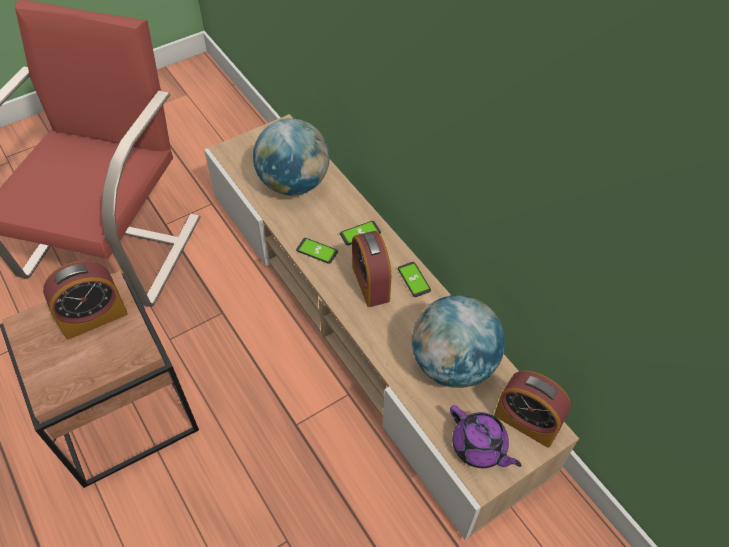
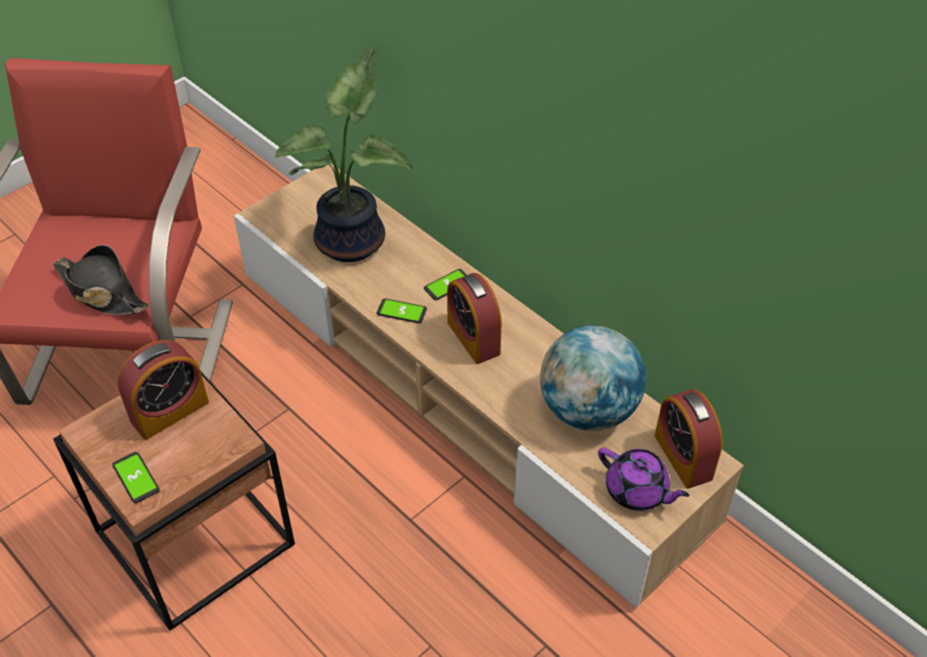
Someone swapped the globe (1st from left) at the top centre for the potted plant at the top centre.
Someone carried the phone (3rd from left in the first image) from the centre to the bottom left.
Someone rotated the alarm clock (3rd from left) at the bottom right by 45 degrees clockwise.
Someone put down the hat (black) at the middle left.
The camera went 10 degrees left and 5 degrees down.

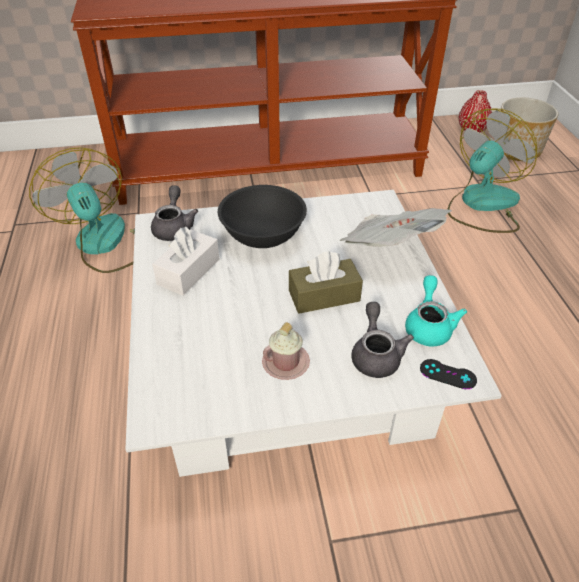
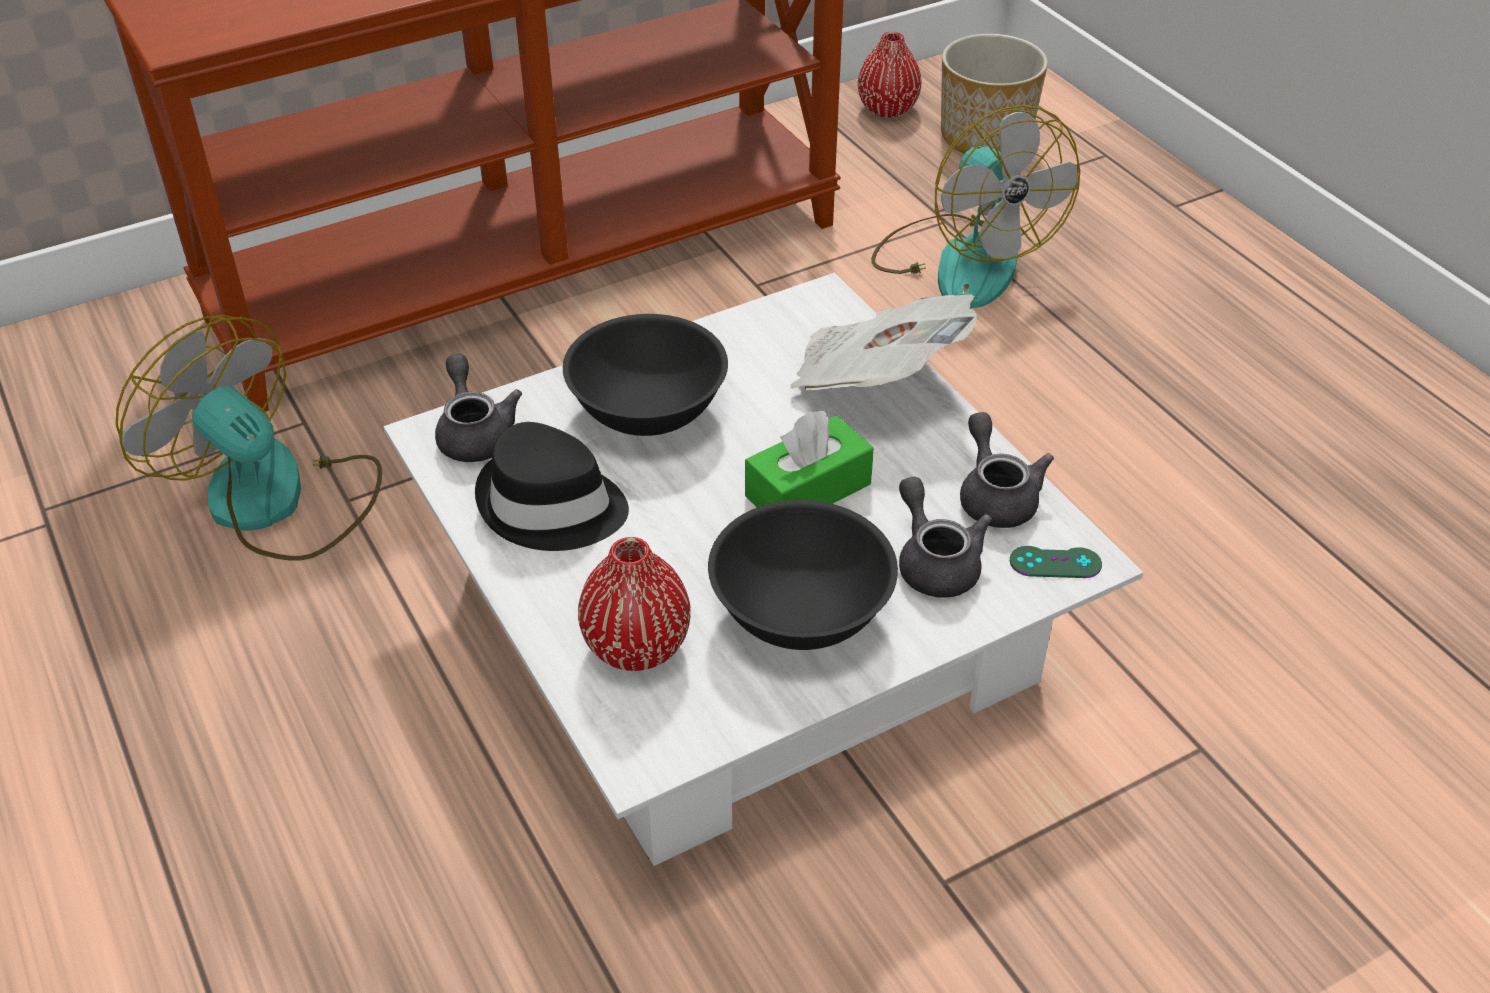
Someone swapped the tissue box (white) at the middle left for the hat (black) at the centre.
Someone swapped the mug (pink) at the centre for the bowl (black) (2nd from left) at the centre.
Someone repainted the tissue box (brown) at the centre, which became the tissue box (green) at the centre.
Someone repainted the teapot (turquoise) at the middle right, which became the teapot (grey) (3rd from left) at the middle right.
Someone repainted the game controller (black) at the middle right, which became the game controller (green) at the middle right.
Someone rotated the fan (2nd from left) at the top right by 135 degrees clockwise.
Someone put down the vase (red) (1st from left) at the centre.
The camera went 20 degrees left and 0 degrees up.

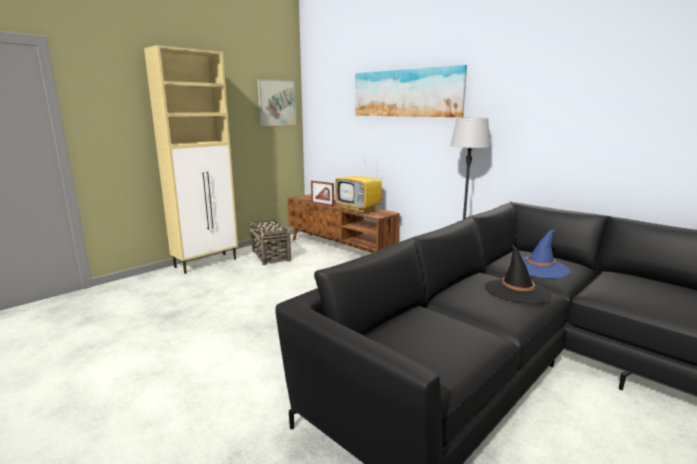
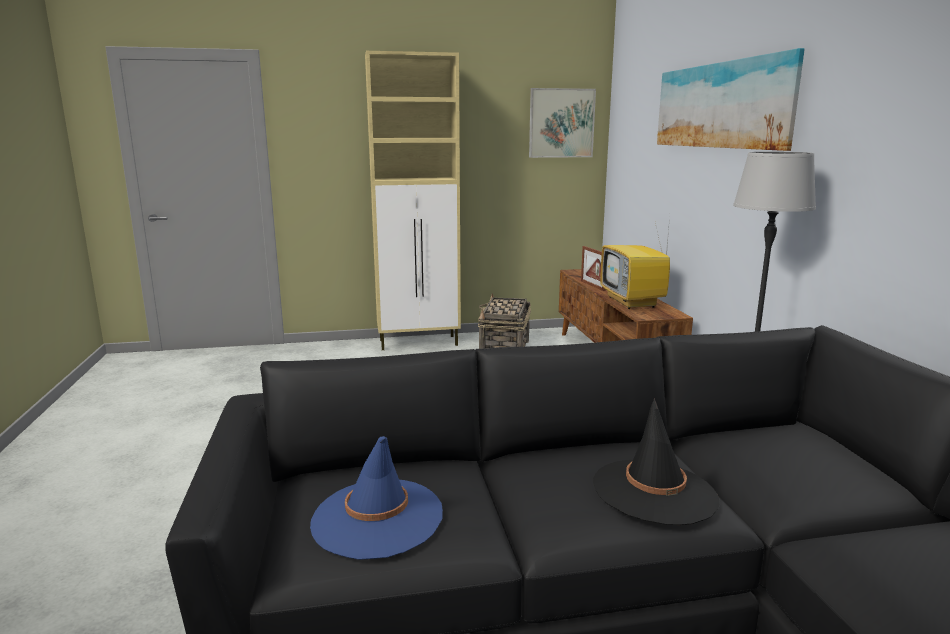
Someone carried the hat (blue) from the middle right to the bottom centre.
The camera went 35 degrees right and 0 degrees up.

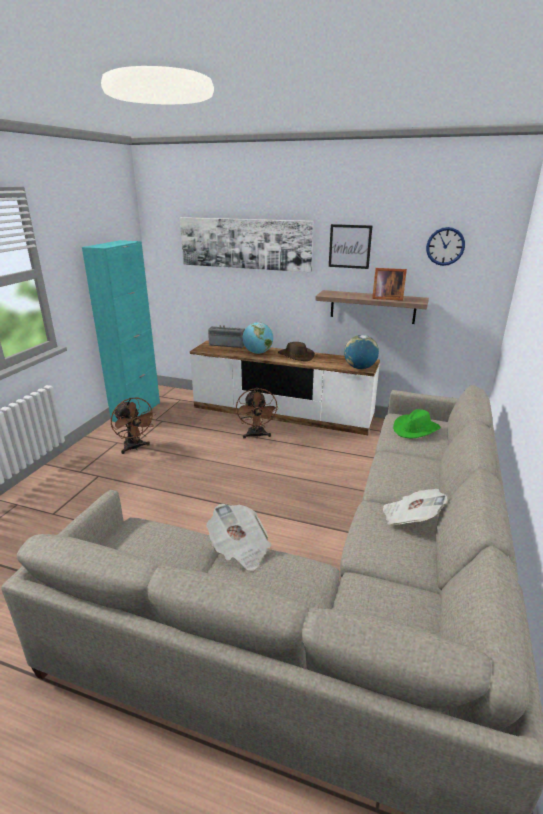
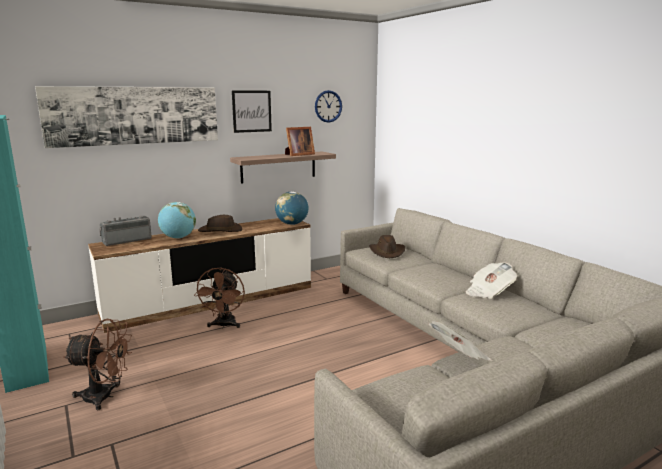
Someone rotated the fan (brown) (2nd from left) at the centre by 60 degrees clockwise.
Someone repainted the hat (green) at the middle right, which became the hat (brown) (2nd from left) at the centre.
The camera went 50 degrees left and 10 degrees down.

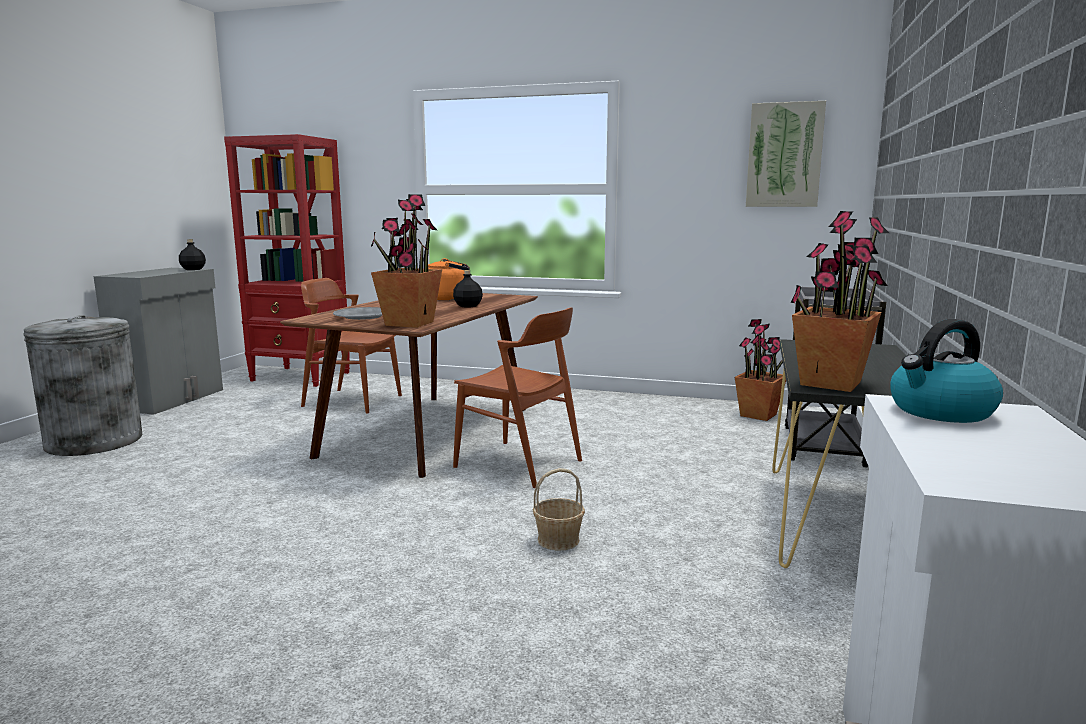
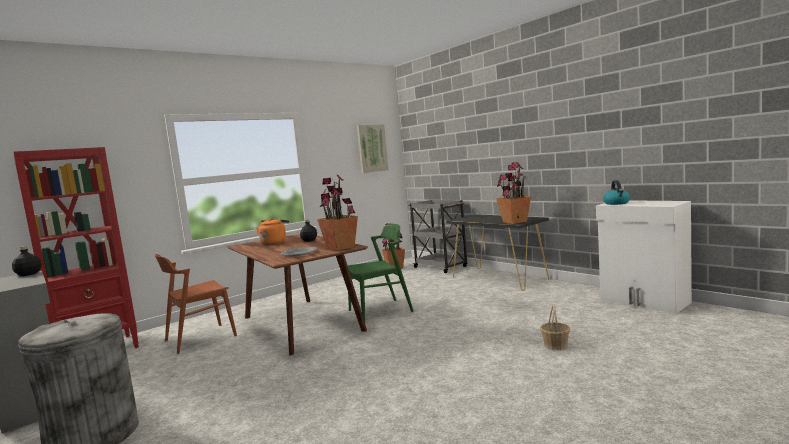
Someone repainted the chair (brown) (2nd from left) at the centre, which became the chair (green) at the centre.
Someone carried the basket from the bottom centre to the bottom right.
The camera went 55 degrees left and 5 degrees down.

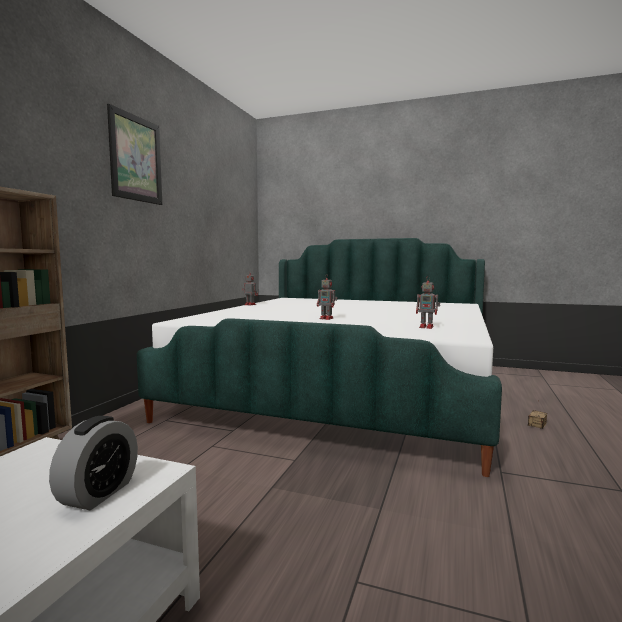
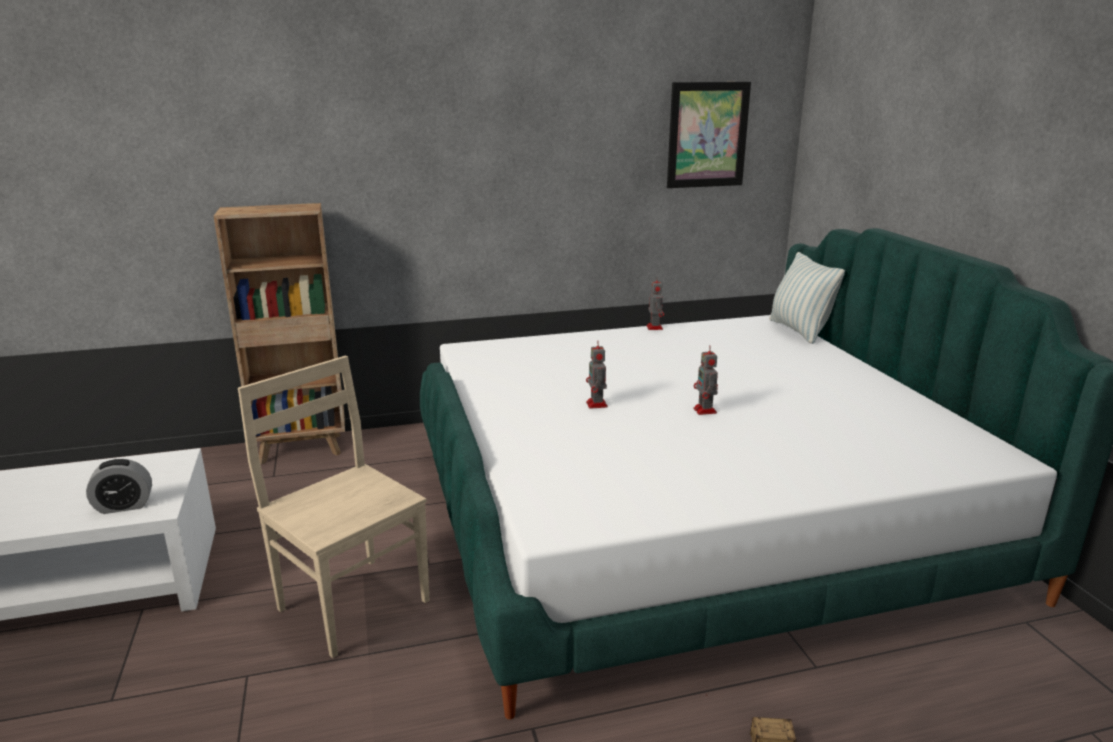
Someone carried the picture from the top left to the top centre.
Someone carried the toy robot (3rd from left) from the middle right to the centre.
Someone put down the chair (beige) at the bottom left.
Someone put down the pillow at the middle right.
The camera went 55 degrees right and 15 degrees up.

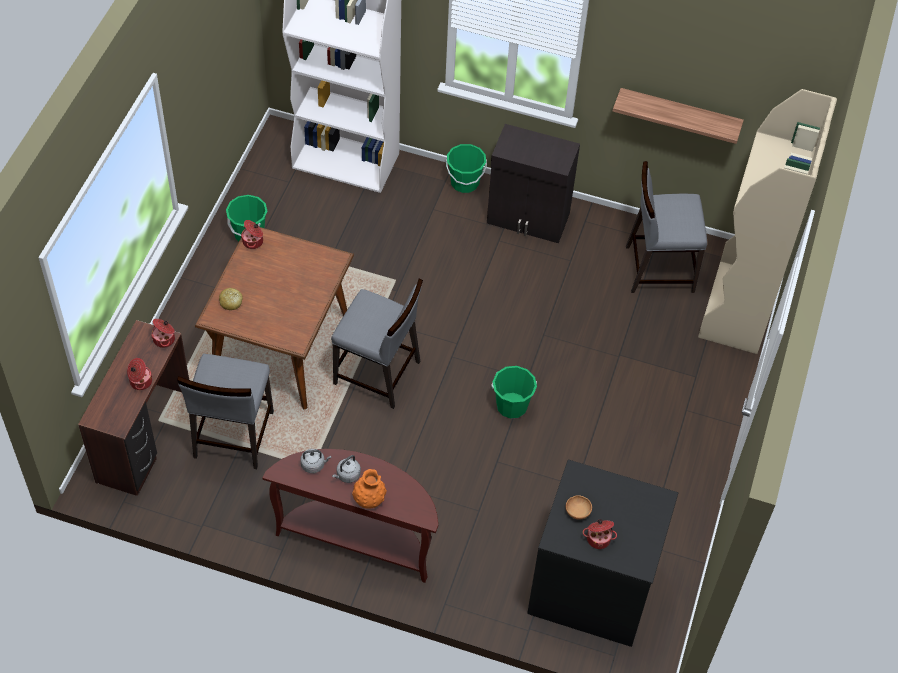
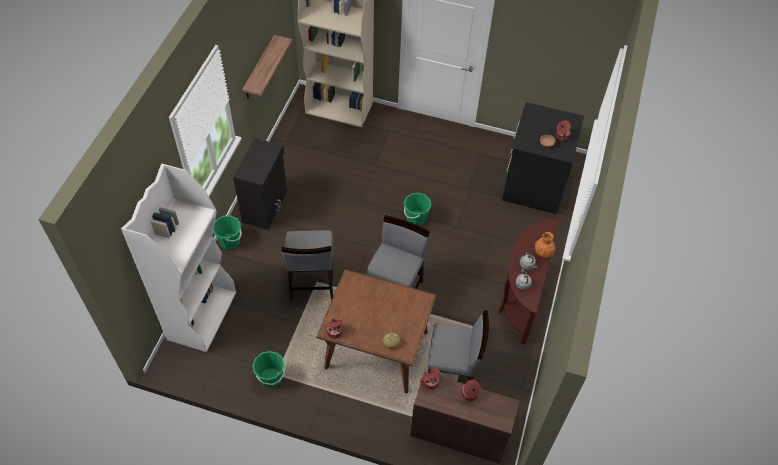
Someone carried the chair (grey) (3rd from left in the first image) from the middle right to the centre.
The camera went 90 degrees left and 0 degrees up.

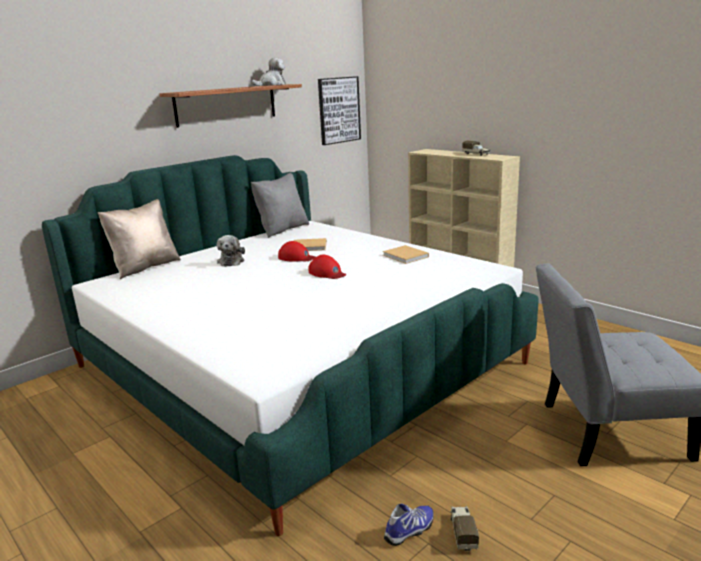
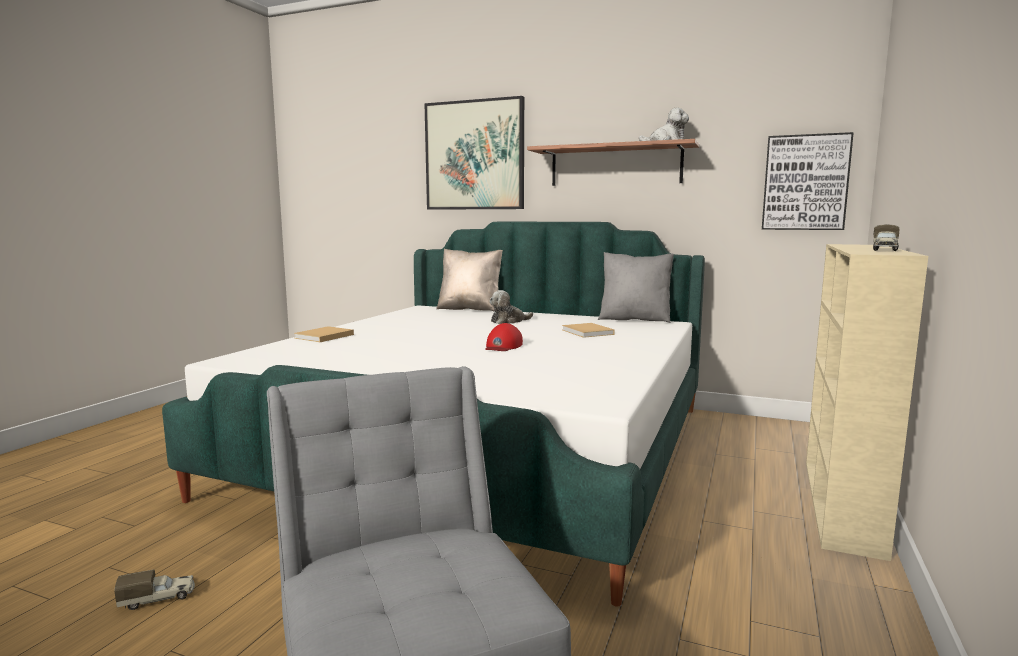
Someone took away the cap (red) (1st from left) at the centre.
Someone carried the book (beige) (2nd from left in the first image) from the centre to the middle left.
Someone took away the shoe at the bottom centre.
Someone put up the picture (1st from left) at the top centre.
The camera went 65 degrees right and 10 degrees down.

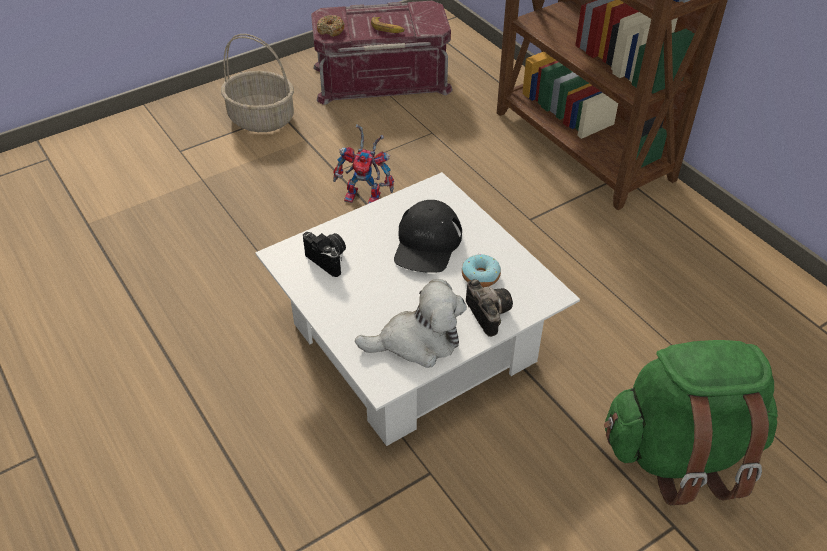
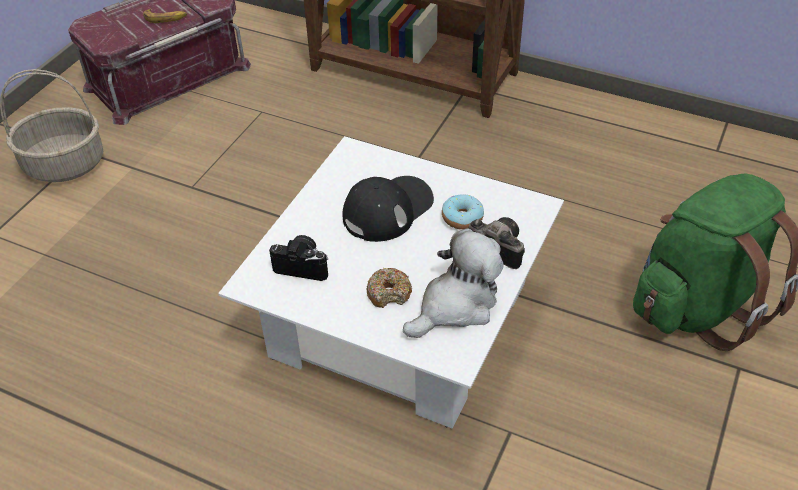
Someone carried the donut (1st from left) from the top centre to the centre.
Someone took away the toy robot at the top centre.
Someone rotated the cap (black) at the centre by 120 degrees counterclockwise.
The camera went 30 degrees left and 0 degrees up.

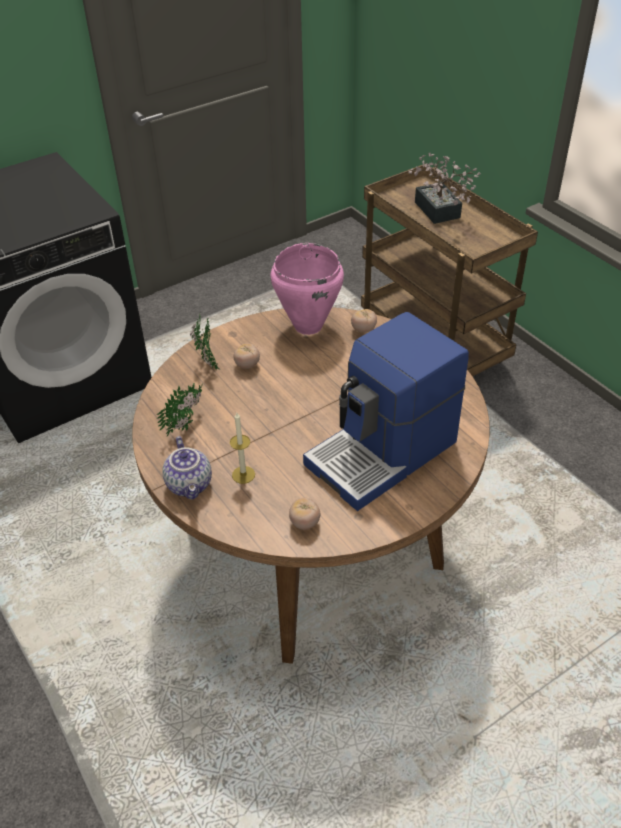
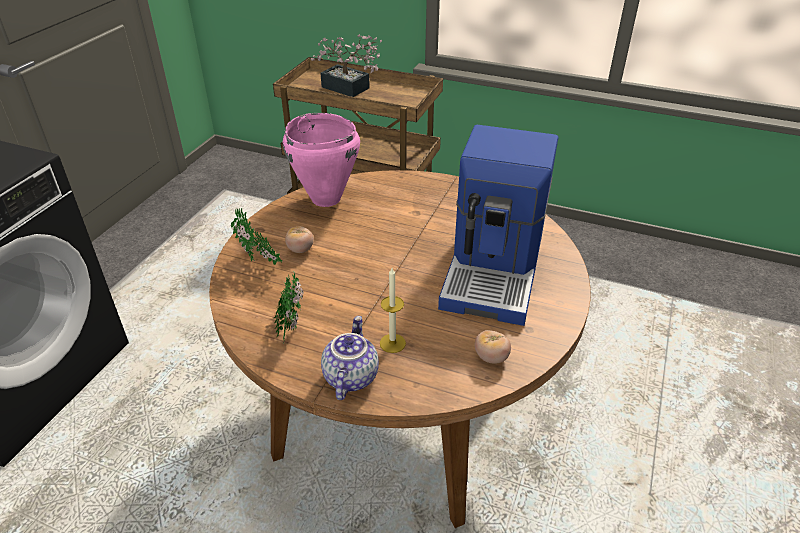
Someone rotated the teapot at the middle left by 120 degrees counterclockwise.
Someone took away the tomato (3rd from left) at the centre.
The camera went 35 degrees left and 5 degrees down.

